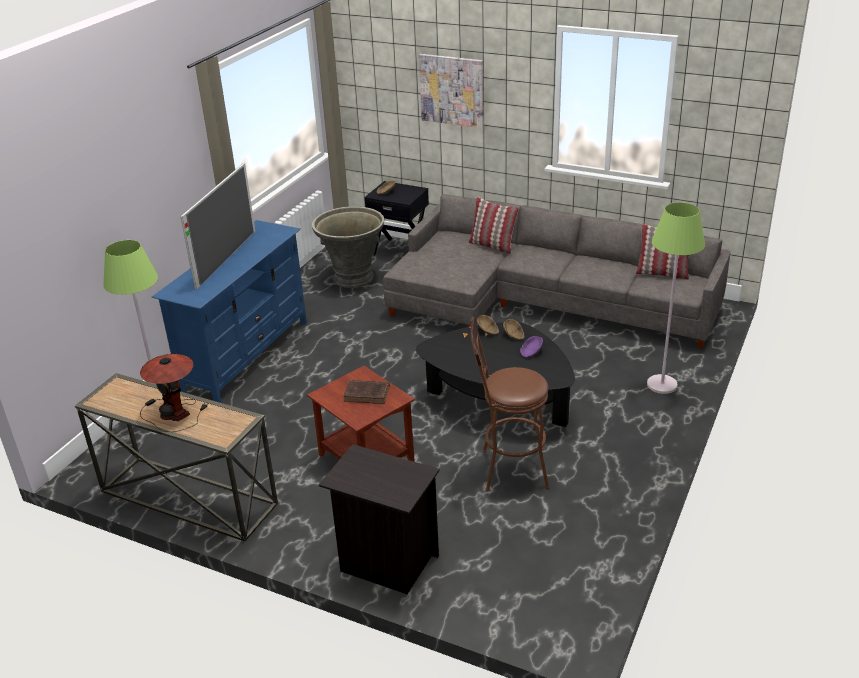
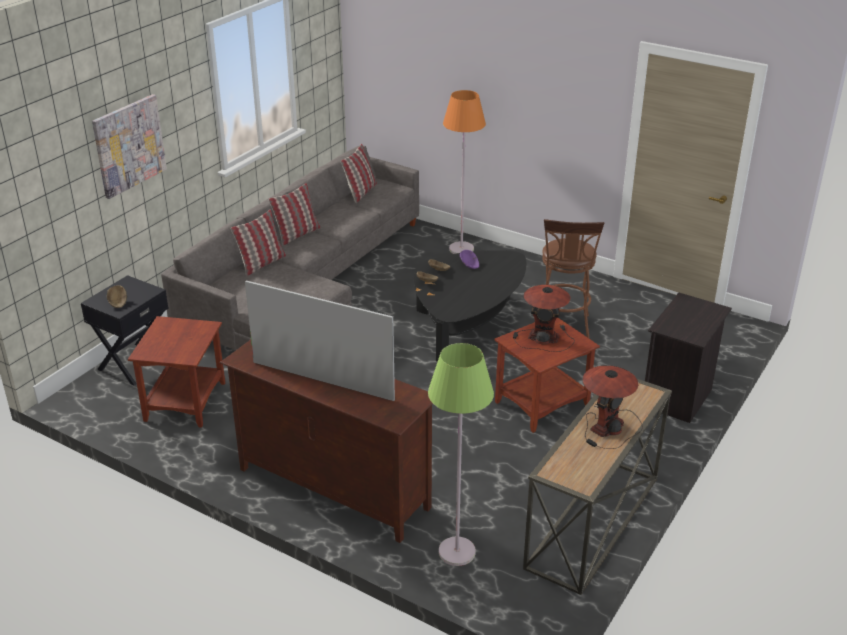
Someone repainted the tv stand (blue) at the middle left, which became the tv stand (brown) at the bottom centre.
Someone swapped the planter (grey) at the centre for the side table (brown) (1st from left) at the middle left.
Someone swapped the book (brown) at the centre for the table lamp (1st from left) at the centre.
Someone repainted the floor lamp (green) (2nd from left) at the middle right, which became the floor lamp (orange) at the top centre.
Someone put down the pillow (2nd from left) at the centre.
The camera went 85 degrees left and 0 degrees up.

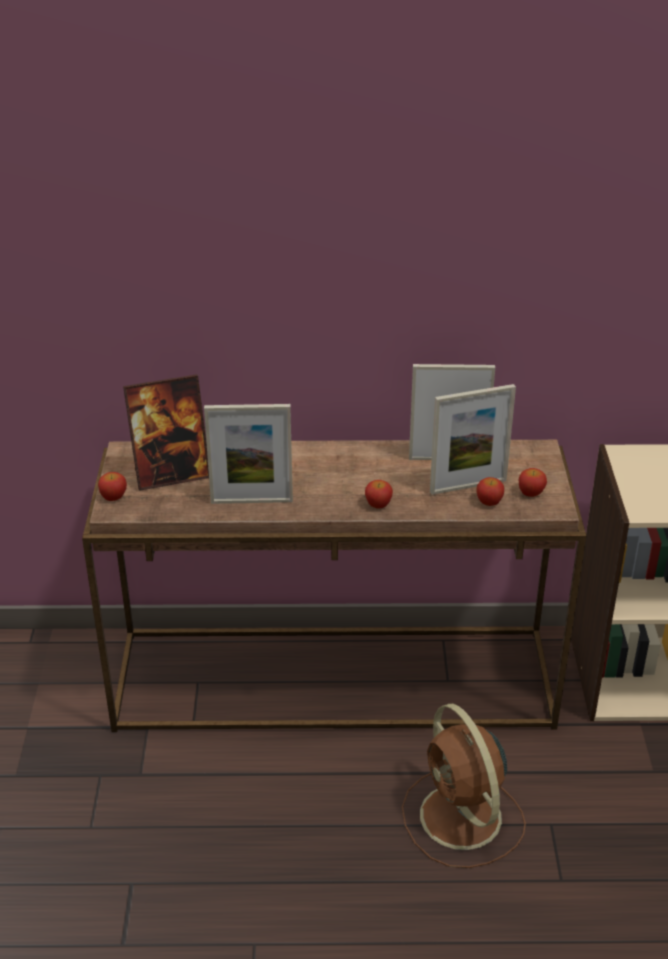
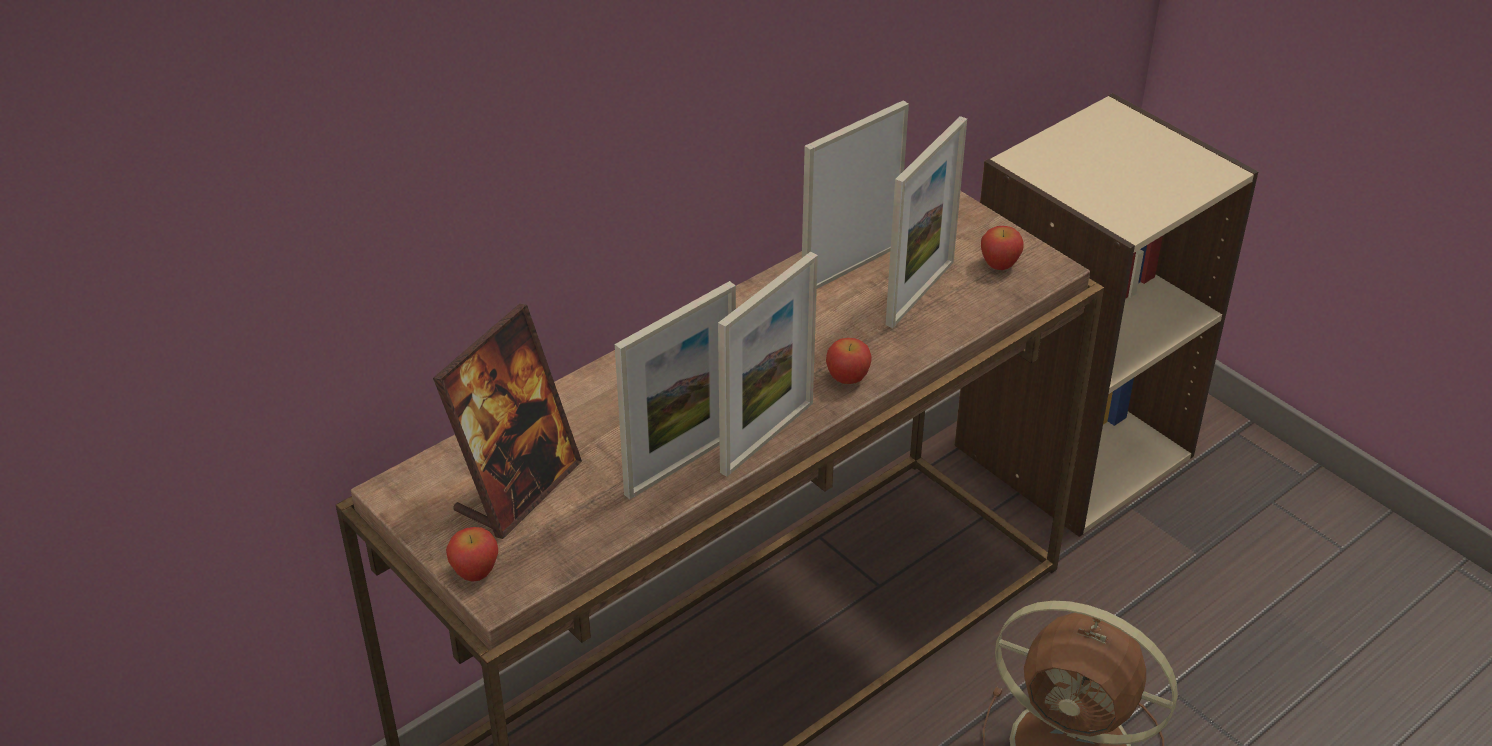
Someone took away the apple (3rd from left) at the middle right.
Someone put down the picture frame (3rd from left) at the centre.
The camera went 40 degrees left and 5 degrees up.

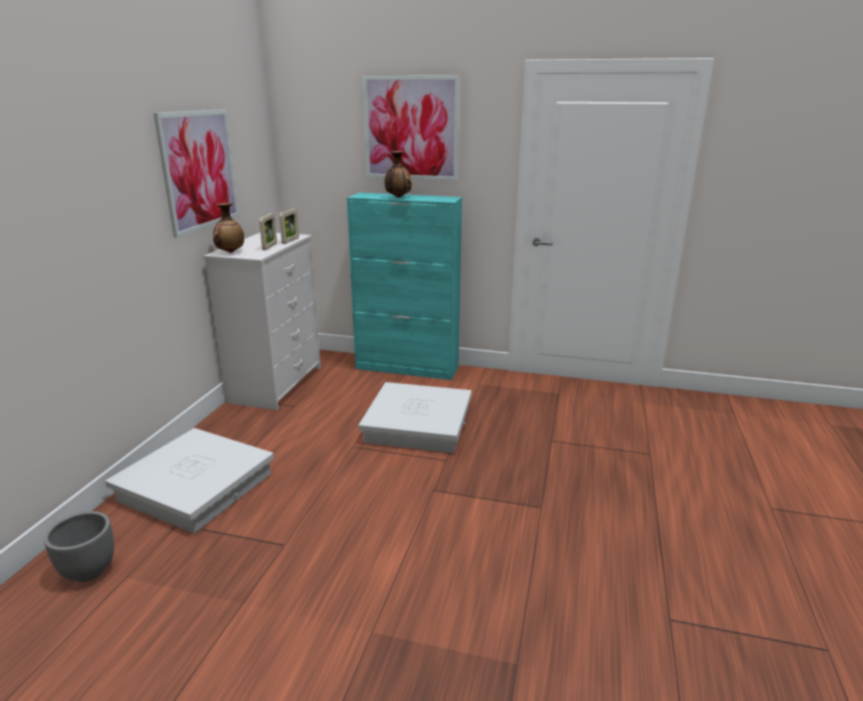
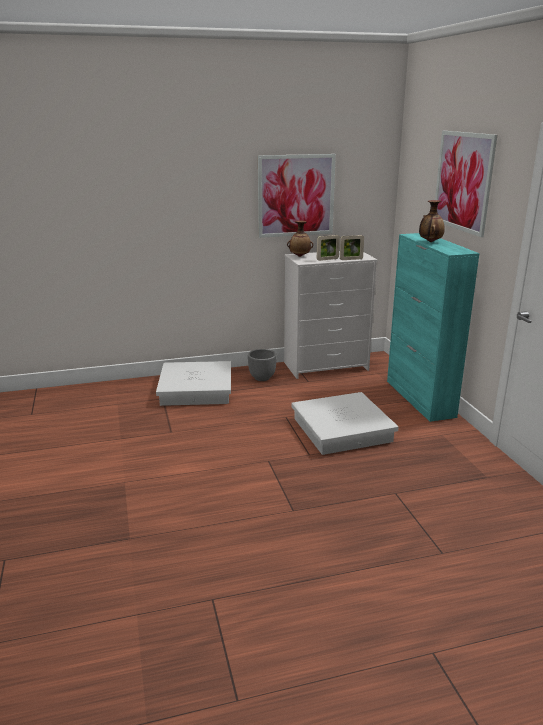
Someone carried the planter (grey) from the bottom left to the centre.
The camera went 60 degrees right and 0 degrees up.

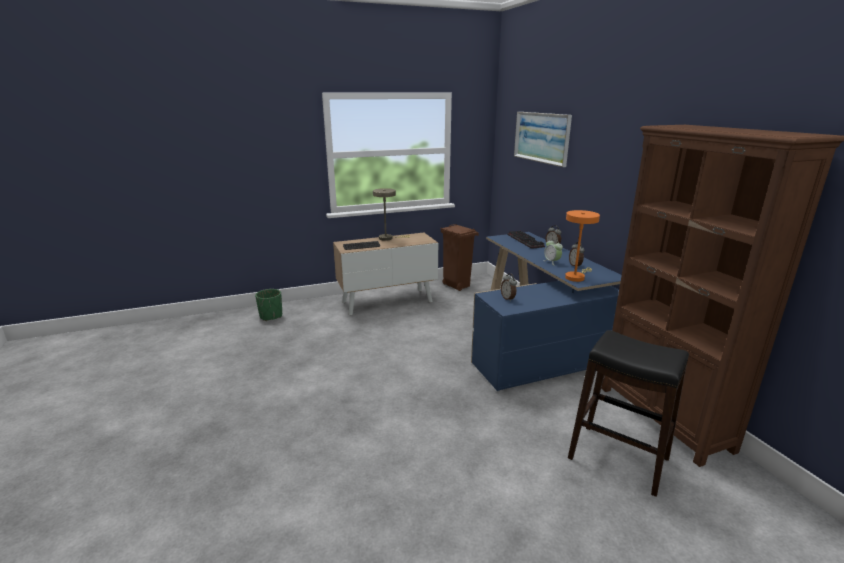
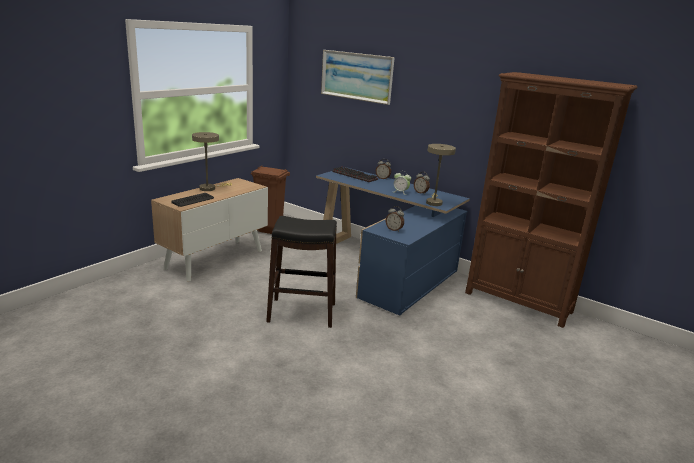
Someone took away the planter (green) at the middle left.
Someone repainted the table lamp (orange) at the middle right, which became the table lamp (beige) (2nd from left) at the centre.
Someone carried the stool (black) from the bottom right to the centre.
The camera went 35 degrees left and 0 degrees up.

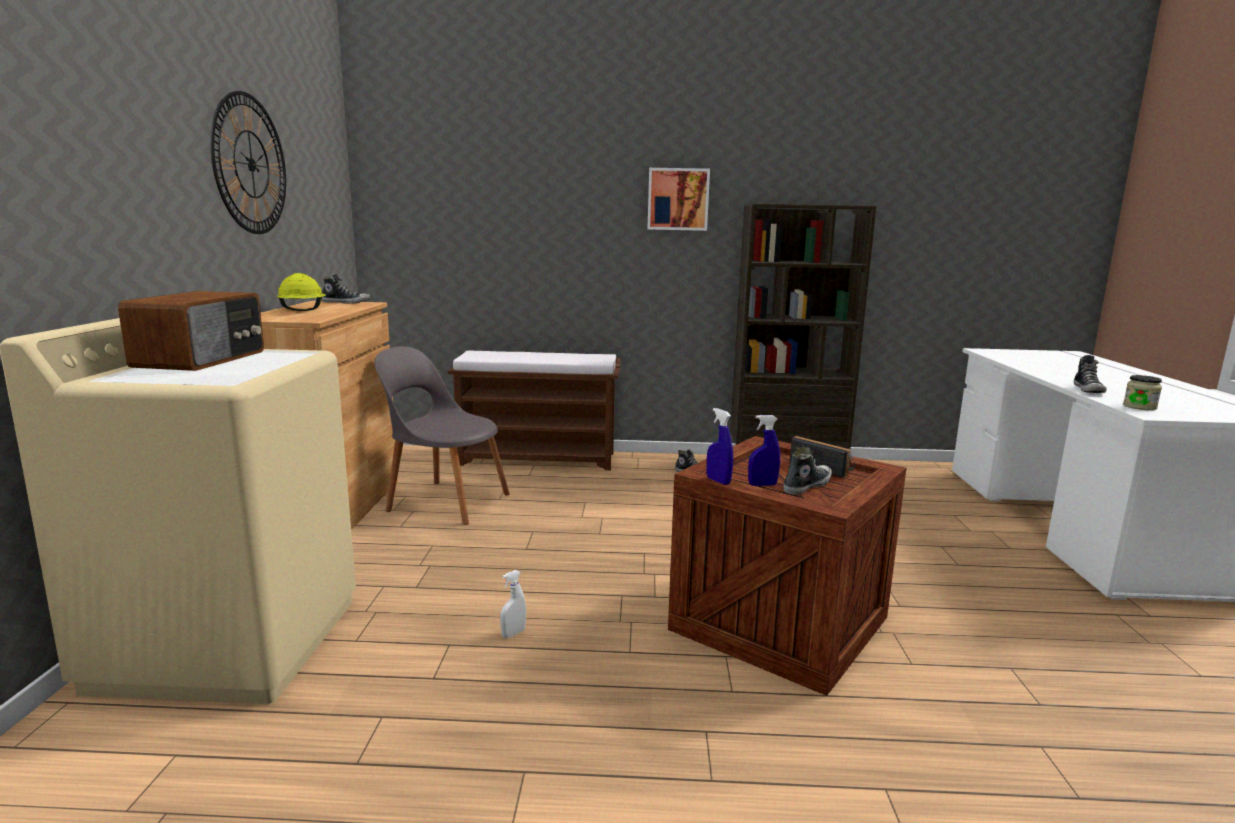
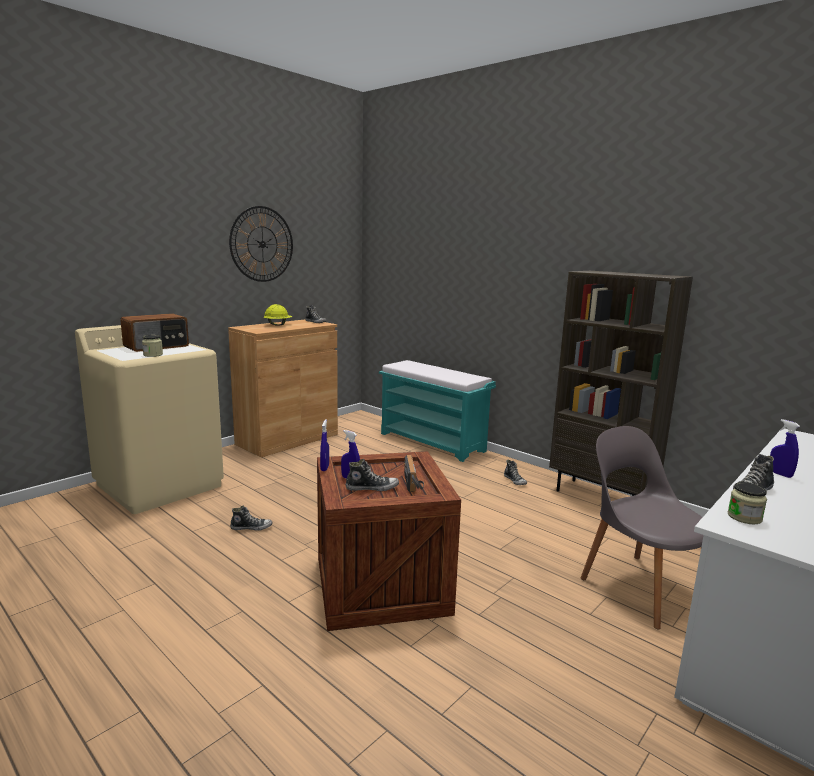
Someone carried the chair (grey) from the centre to the bottom right.
Someone repainted the bench (brown) at the centre, which became the bench (turquoise) at the centre.
Someone swapped the spray bottle (white) at the bottom centre for the shoe (1st from left) at the bottom left.
Someone took away the picture at the top centre.
Someone put down the jar (1st from left) at the middle left.
Someone put down the spray bottle (blue) (3rd from left) at the middle right.
The camera went 40 degrees right and 0 degrees up.

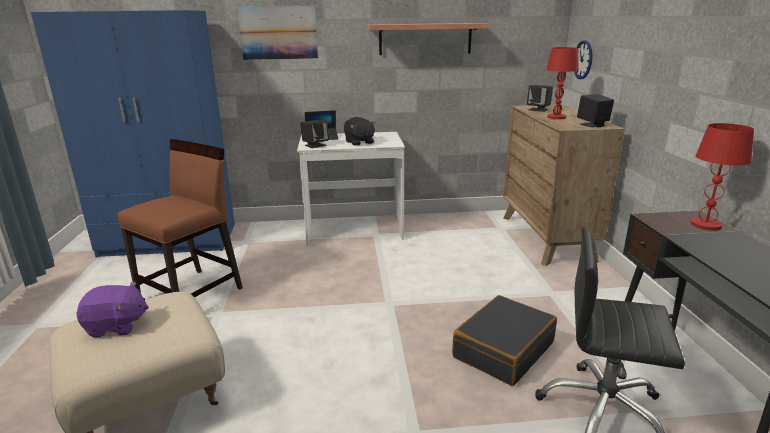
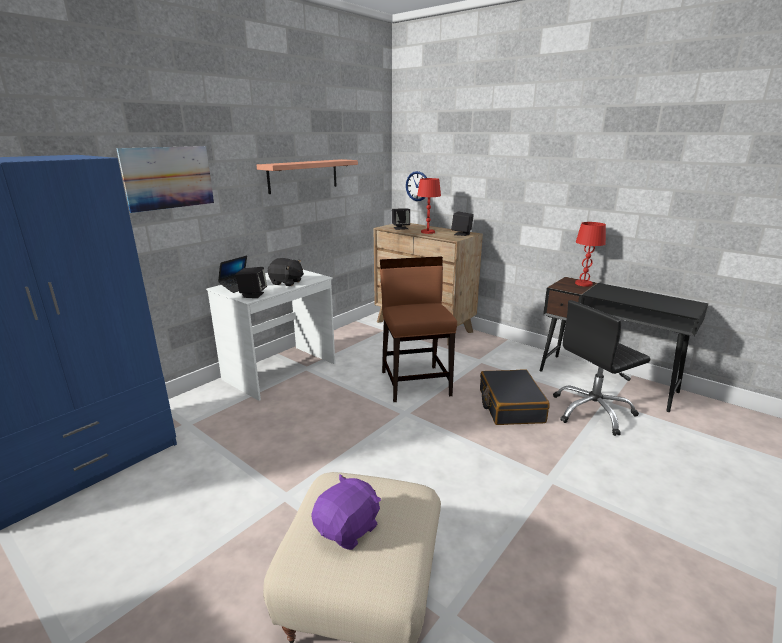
Someone carried the chair (brown) from the middle left to the centre.
The camera went 45 degrees left and 0 degrees up.

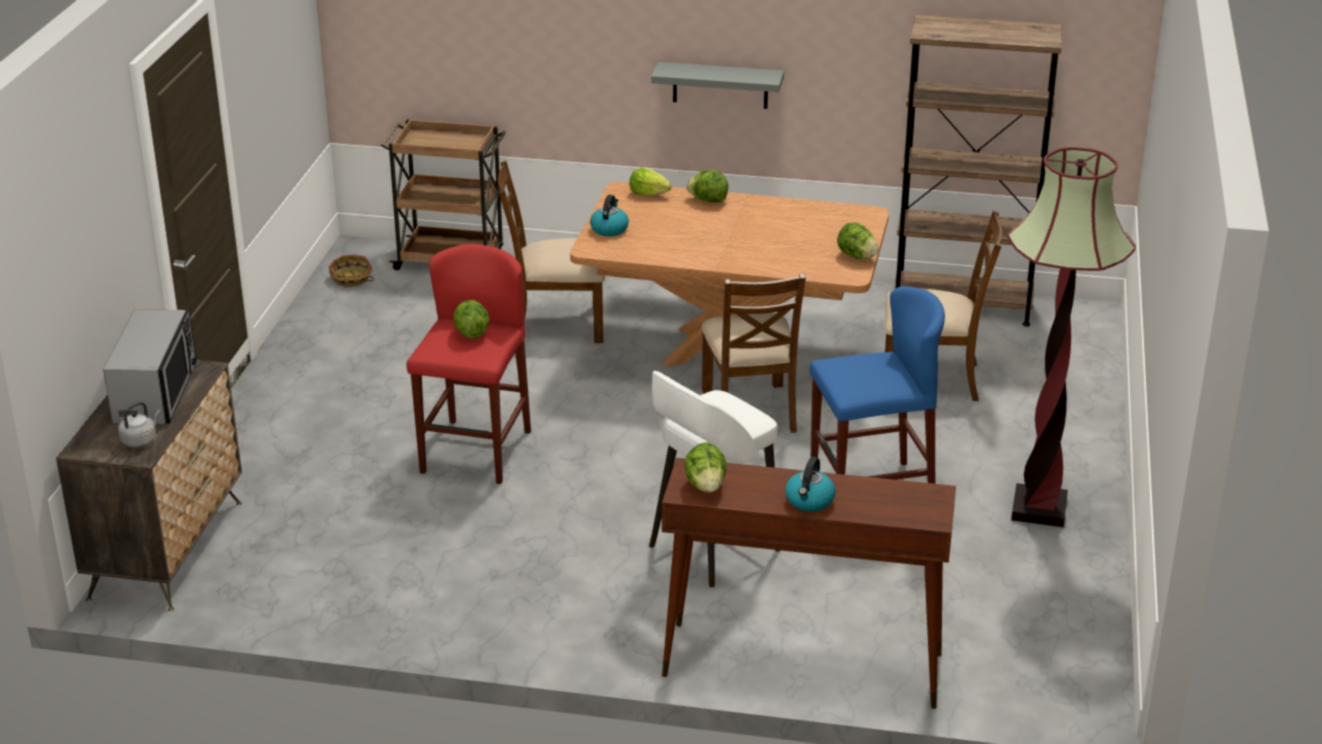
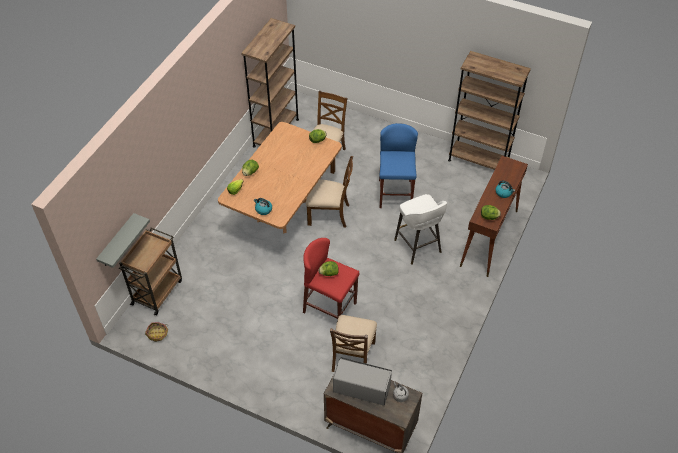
Someone carried the chair (brown) (1st from left in the first image) from the centre to the bottom centre.
Someone carried the shelf (grey) from the top centre to the middle left.
Someone took away the floor lamp at the middle right.
Someone put down the bookcase (brown) (2nd from left) at the top right.
The camera went 75 degrees left and 20 degrees up.

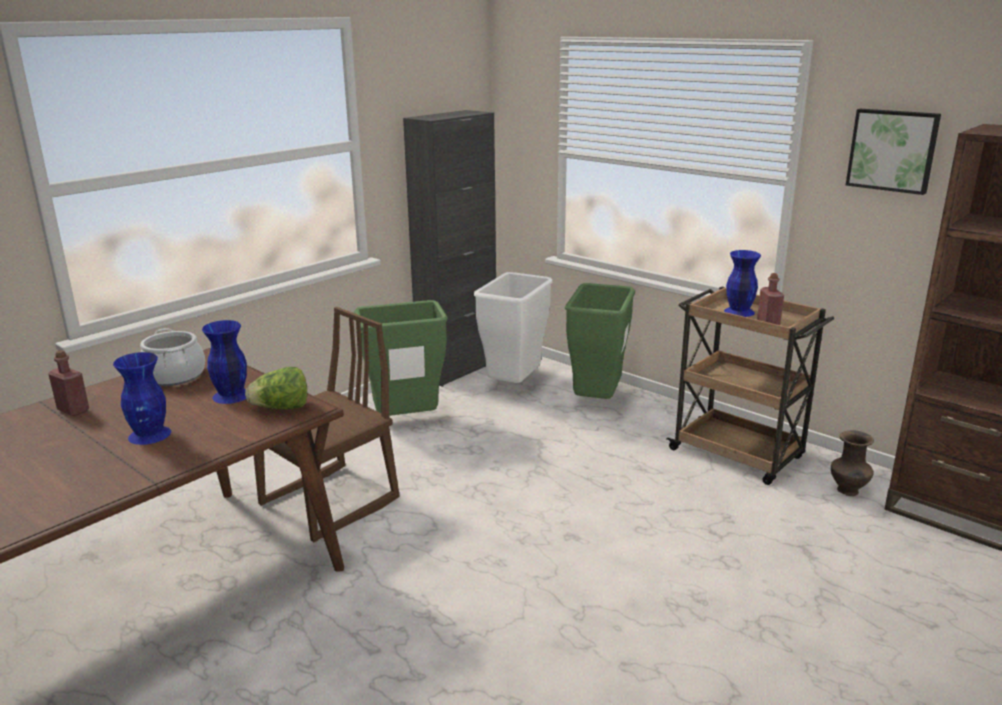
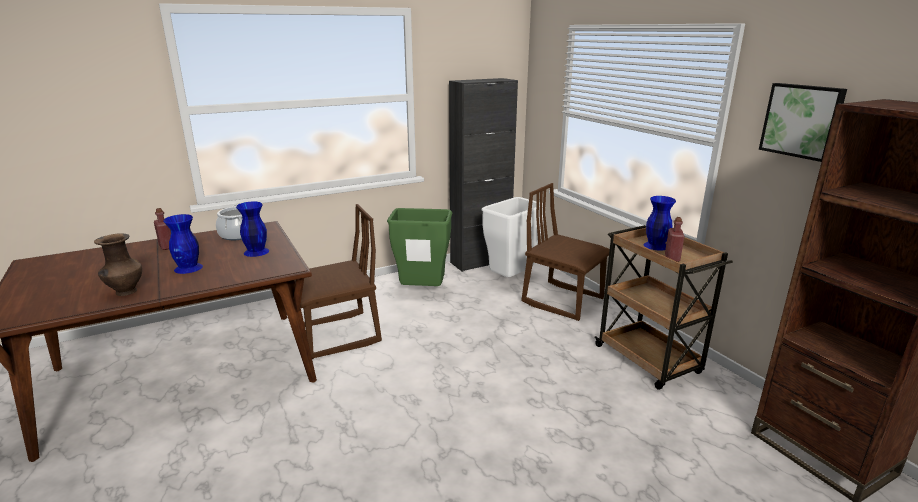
Someone took away the lettuce at the middle left.
Someone swapped the trash can (green) (2nd from left) at the centre for the chair (brown) (2nd from left) at the centre.
Someone carried the vase (brown) from the middle right to the middle left.
The camera went 20 degrees right and 0 degrees up.

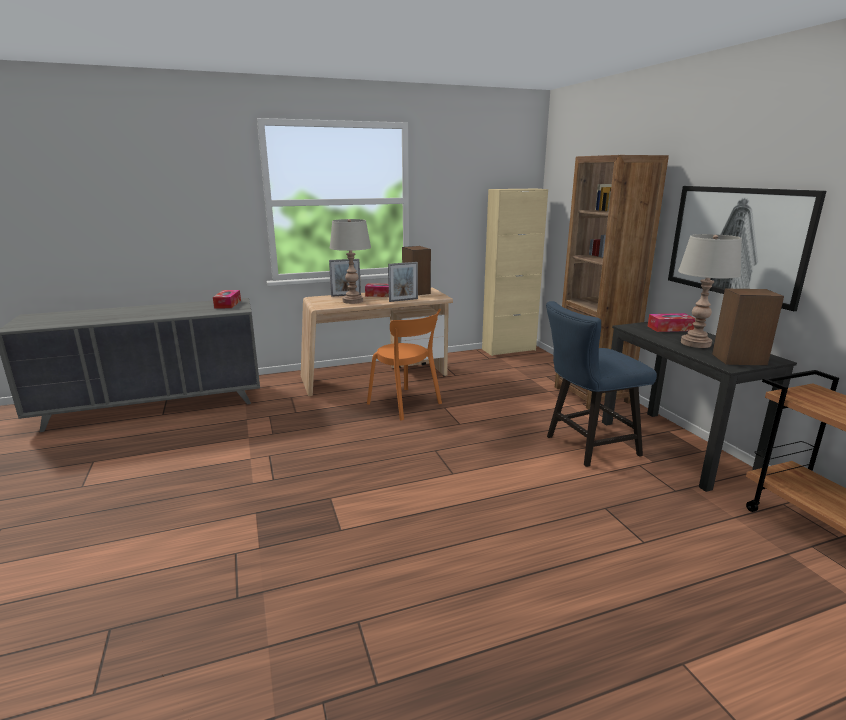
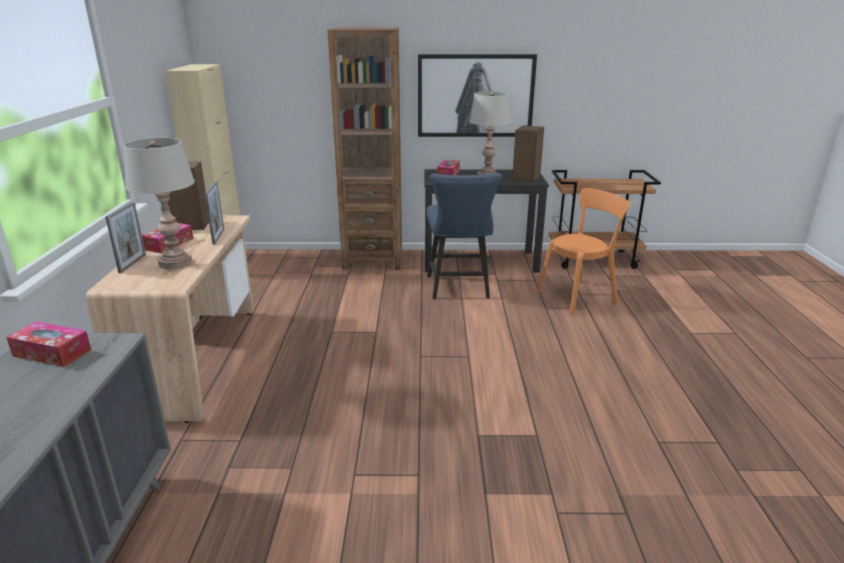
Someone carried the chair (orange) from the centre to the middle right.
The camera went 70 degrees left and 5 degrees up.

